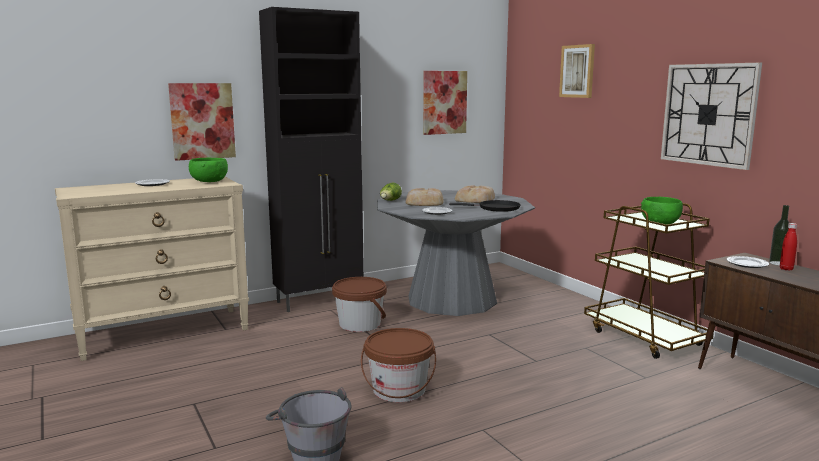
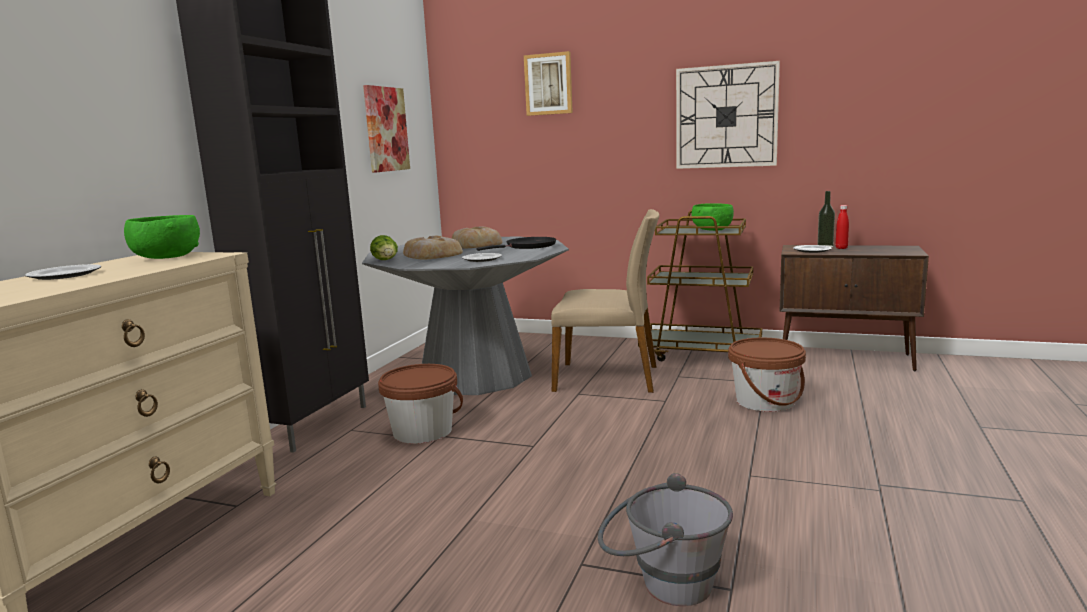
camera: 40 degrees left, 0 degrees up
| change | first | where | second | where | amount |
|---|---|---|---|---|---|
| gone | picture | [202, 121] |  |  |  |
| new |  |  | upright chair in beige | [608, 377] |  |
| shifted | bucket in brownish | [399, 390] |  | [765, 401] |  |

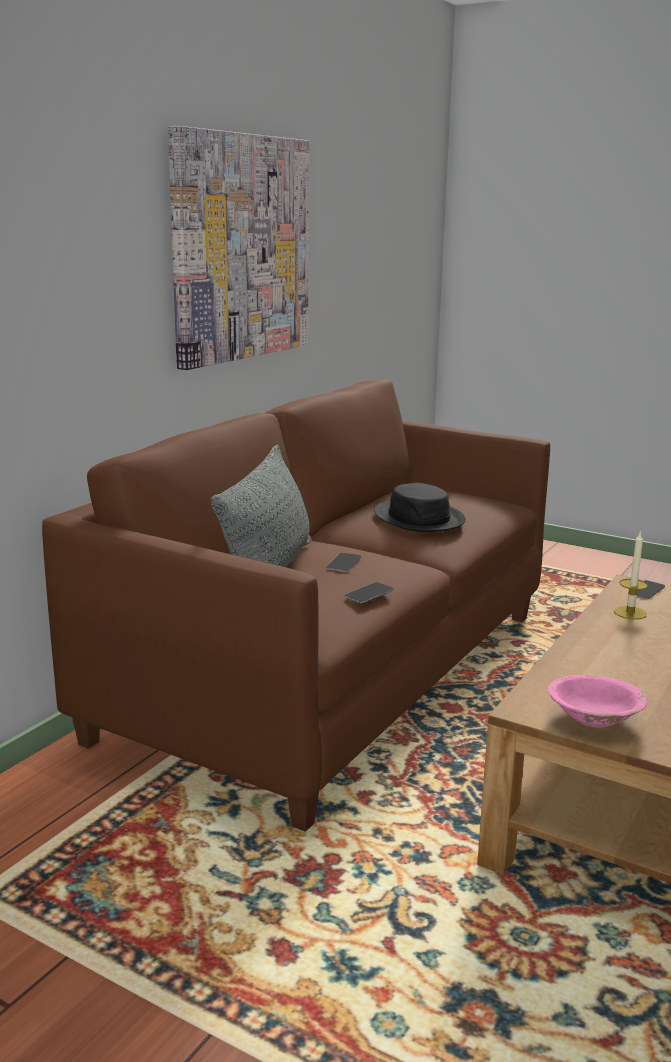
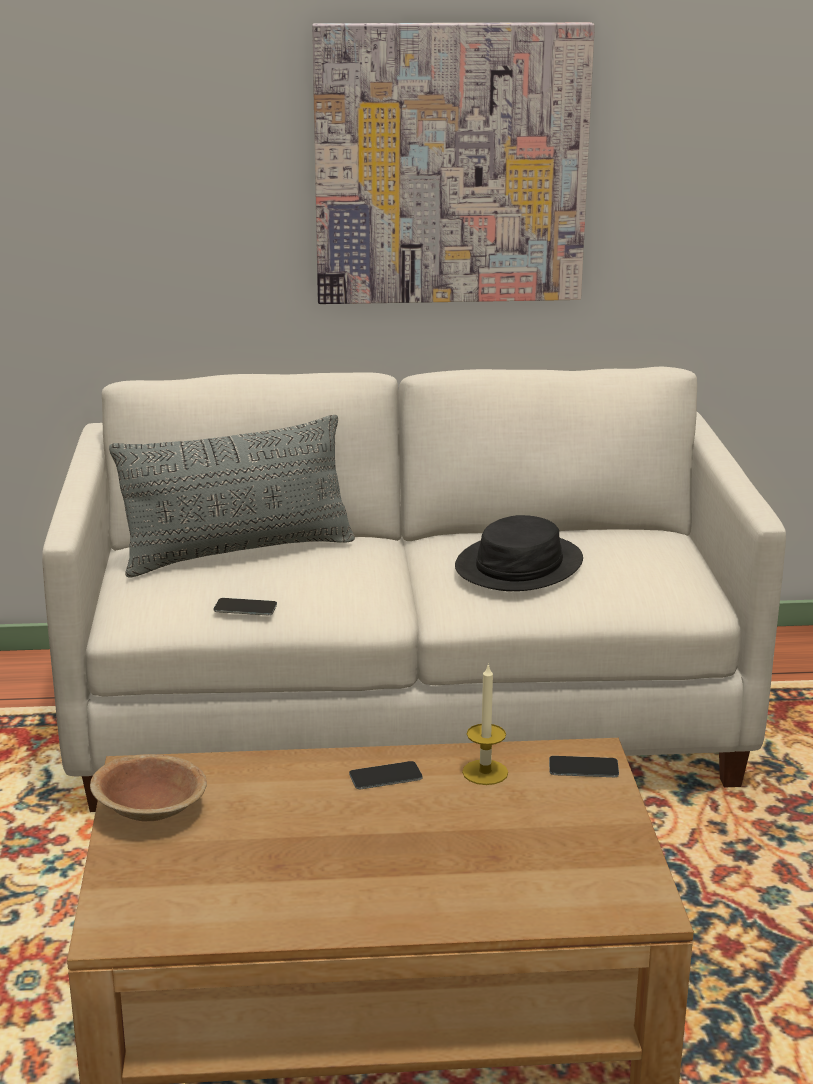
camera: 55 degrees right, 5 degrees up
| change | first | where | second | where | amount |
|---|---|---|---|---|---|
| shifted | phone | [344, 563] |  | [385, 776] |  |
| repainted | couch in brownish | [332, 674] | couch in white | [406, 718] |  |
| repainted | serving bowl in pinkish | [594, 719] | serving bowl in brownish | [151, 811] |  |

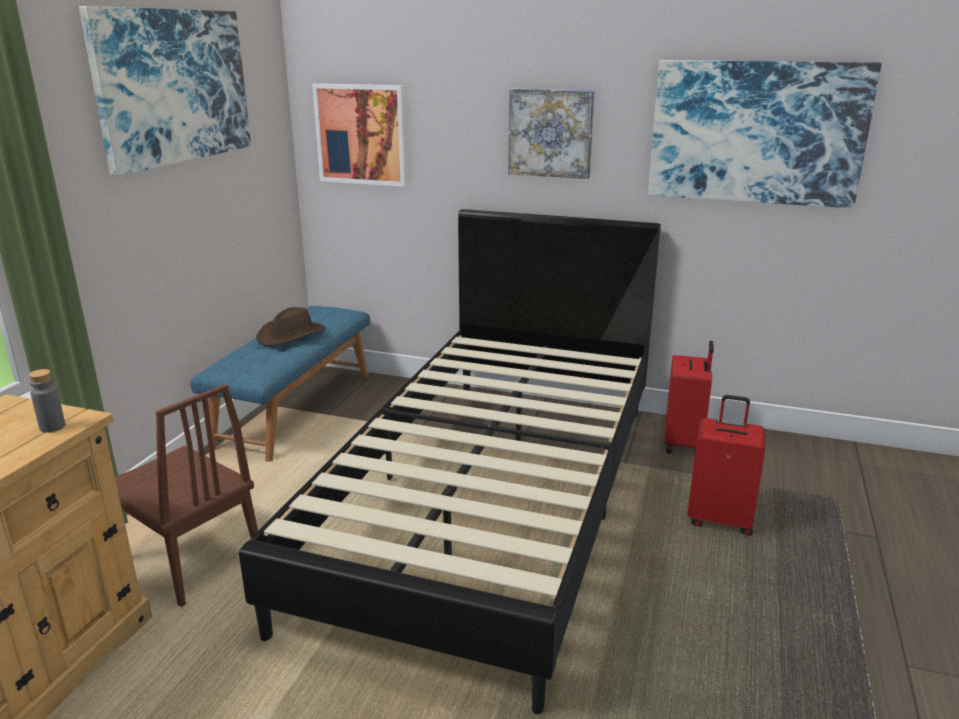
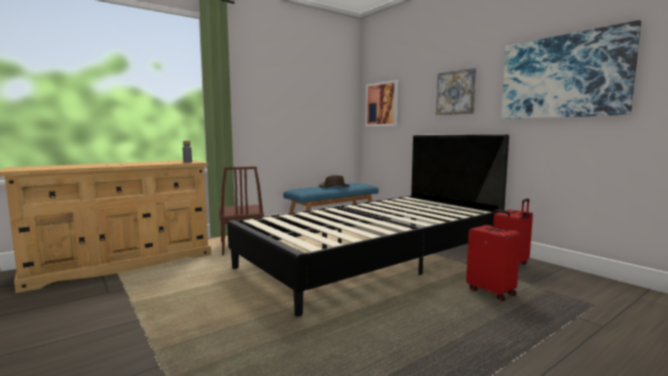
camera: 35 degrees right, 15 degrees down
| change | first | where | second | where | amount |
|---|---|---|---|---|---|
| gone | picture | [173, 86] |  |  |  |

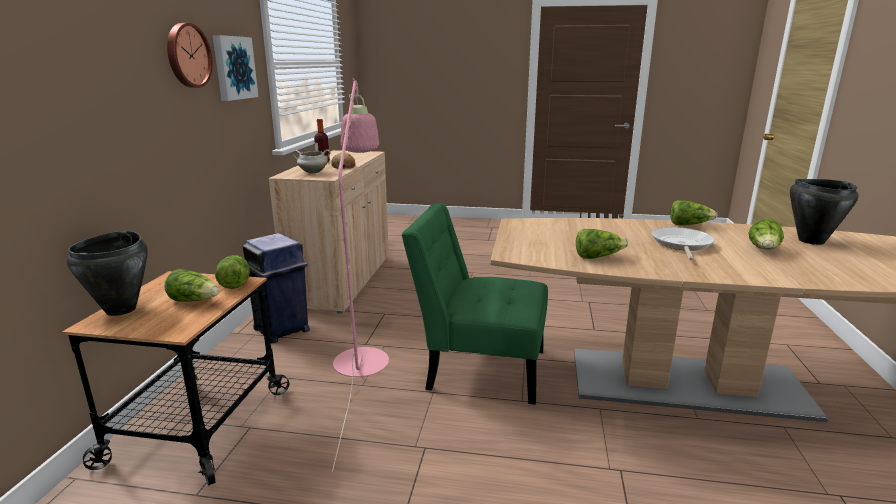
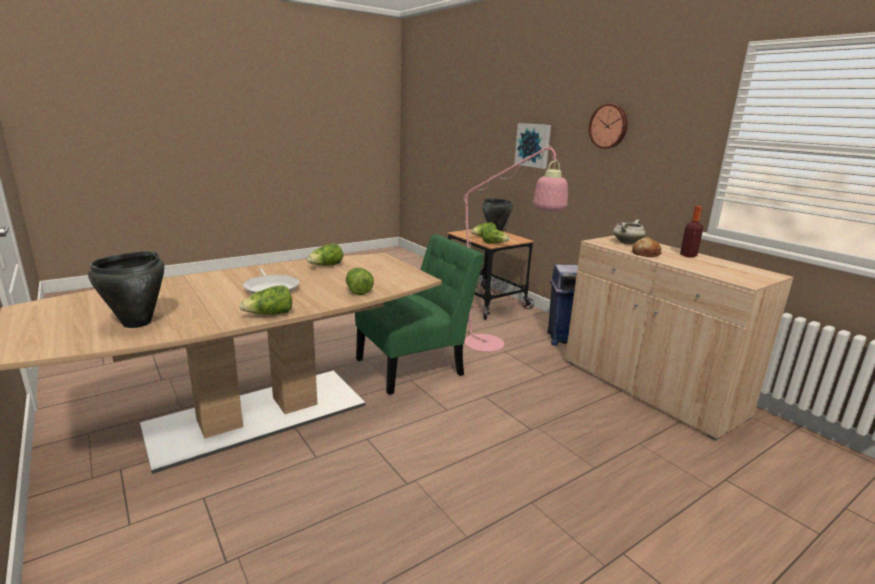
camera: 135 degrees right, 0 degrees up
| change | first | where | second | where | amount |
|---|---|---|---|---|---|
| shifted | picture | [233, 68] |  | [533, 145] |  |
| shifted | head of lettuce | [764, 249] |  | [358, 290] |  |

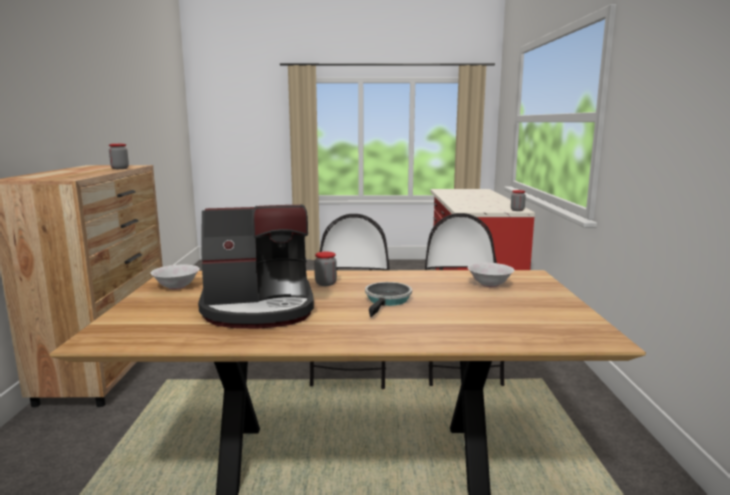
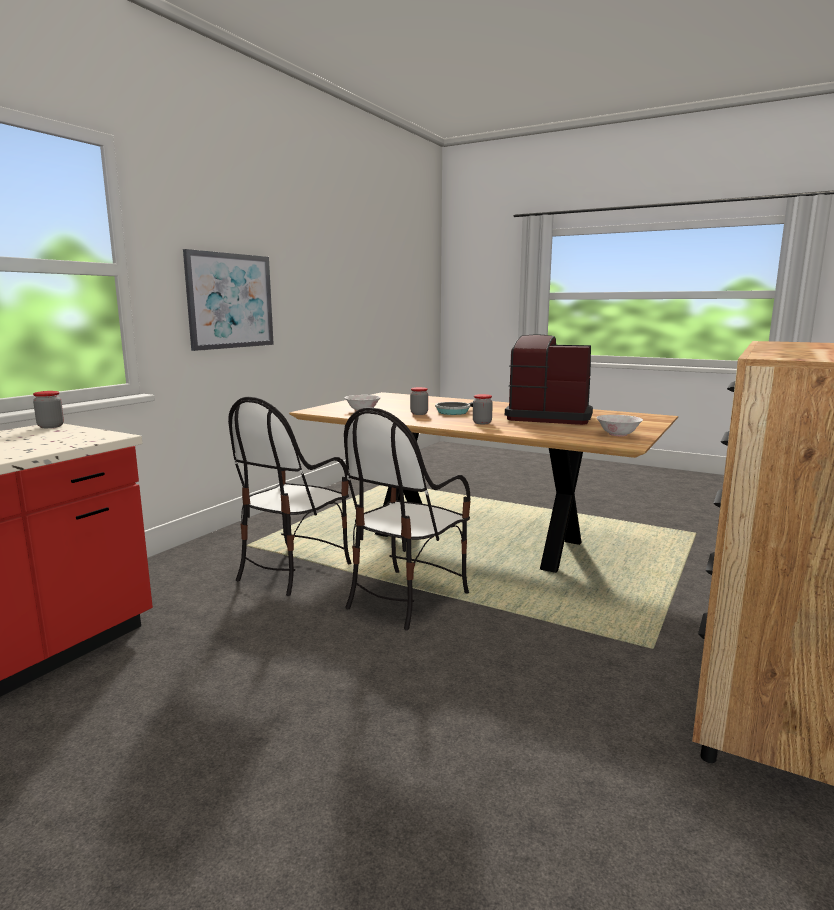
camera: 150 degrees left, 0 degrees up
| change | first | where | second | where | amount |
|---|---|---|---|---|---|
| new |  |  | picture | [230, 301] |  |
| shifted | jar | [120, 168] |  | [419, 413] |  |

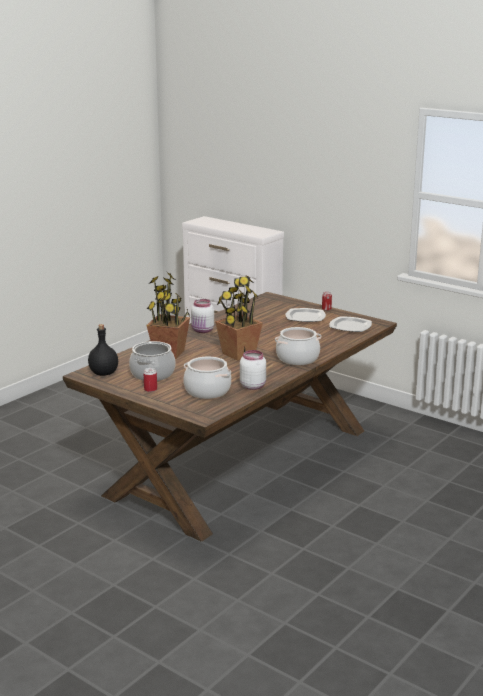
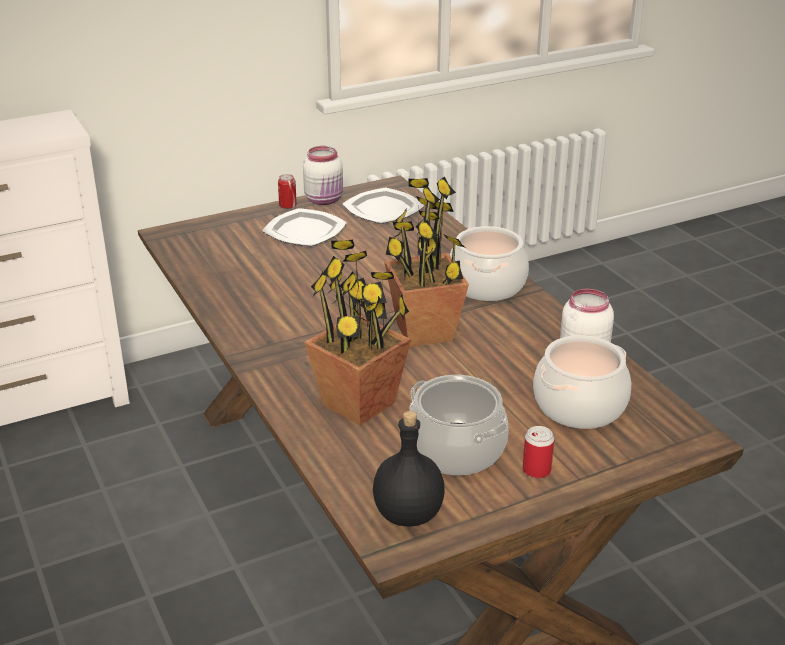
camera: 65 degrees left, 10 degrees up
| change | first | where | second | where | amount |
|---|---|---|---|---|---|
| shifted | jar in white | [202, 331] |  | [325, 200] |  |

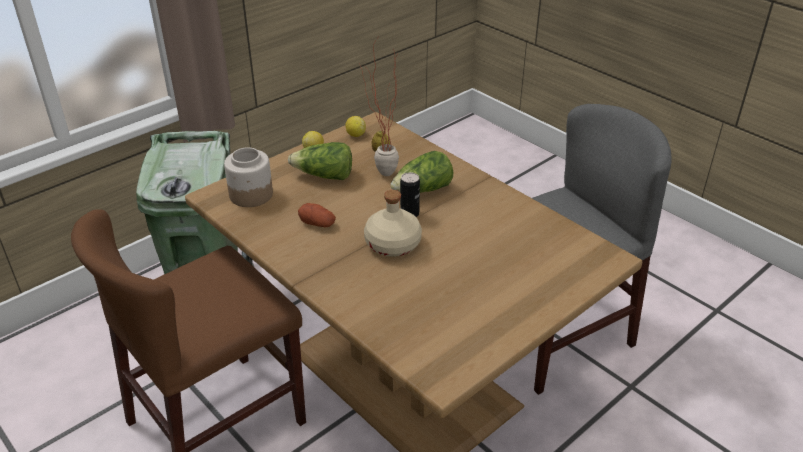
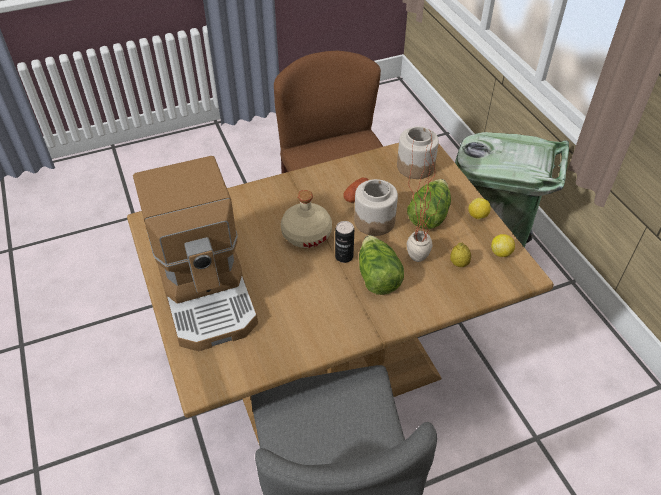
camera: 110 degrees right, 10 degrees up
| change | first | where | second | where | amount |
|---|---|---|---|---|---|
| new |  |  | coffee maker | [207, 290] |  |
| new |  |  | jar | [374, 221] |  |

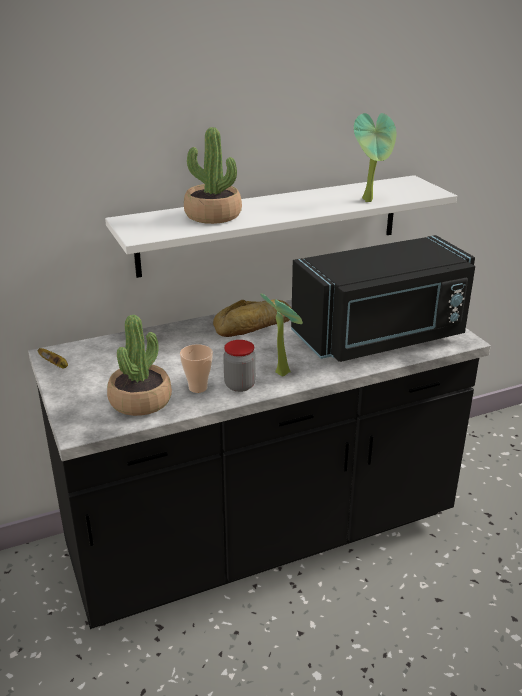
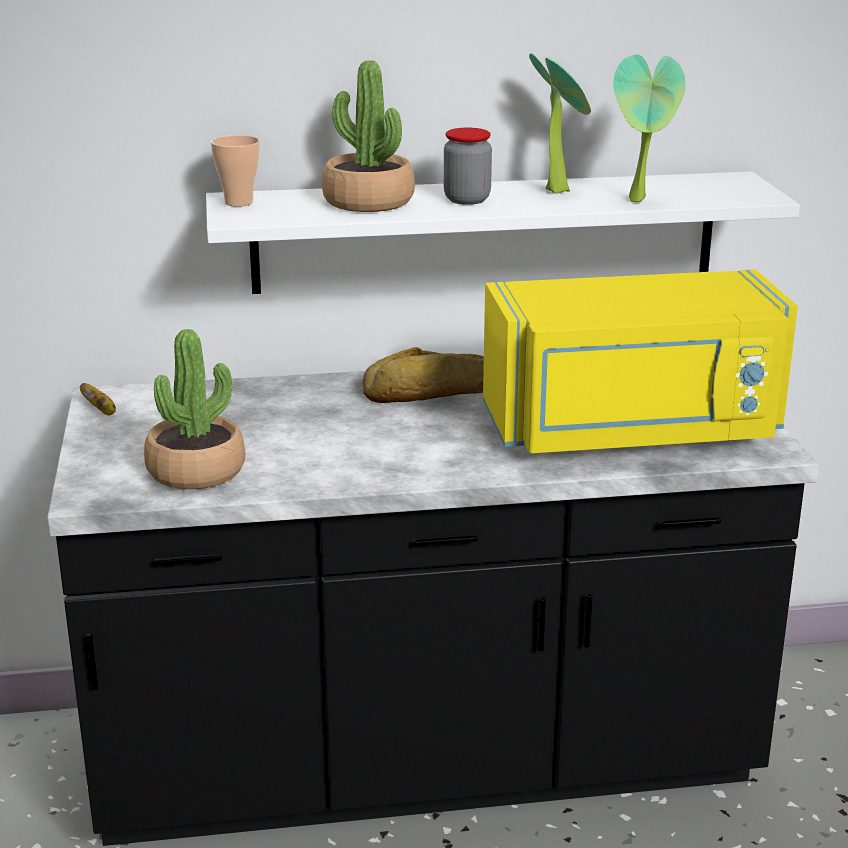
camera: 15 degrees right, 5 degrees down
| change | first | where | second | where | amount |
|---|---|---|---|---|---|
| shifted | drinking cup | [198, 388] |  | [239, 202] |  |
| shifted | jar | [239, 385] |  | [467, 199] |  |
| shifted | houseplant | [282, 371] |  | [558, 190] |  |
| repainted | kitchen microwave in black | [382, 337] | kitchen microwave in yellow-coloured | [633, 431] |  |

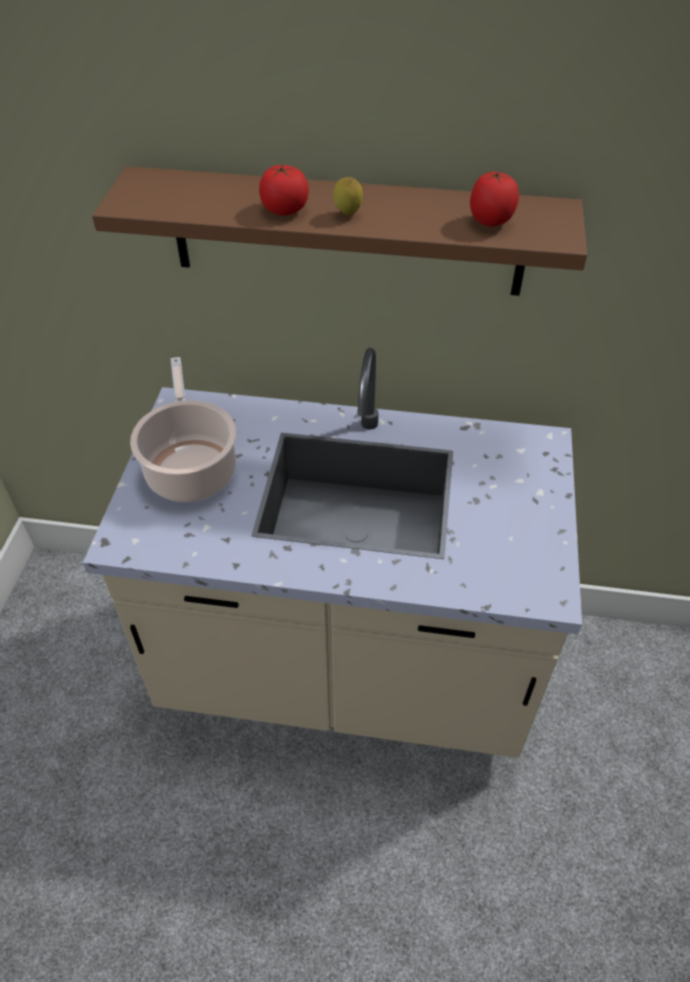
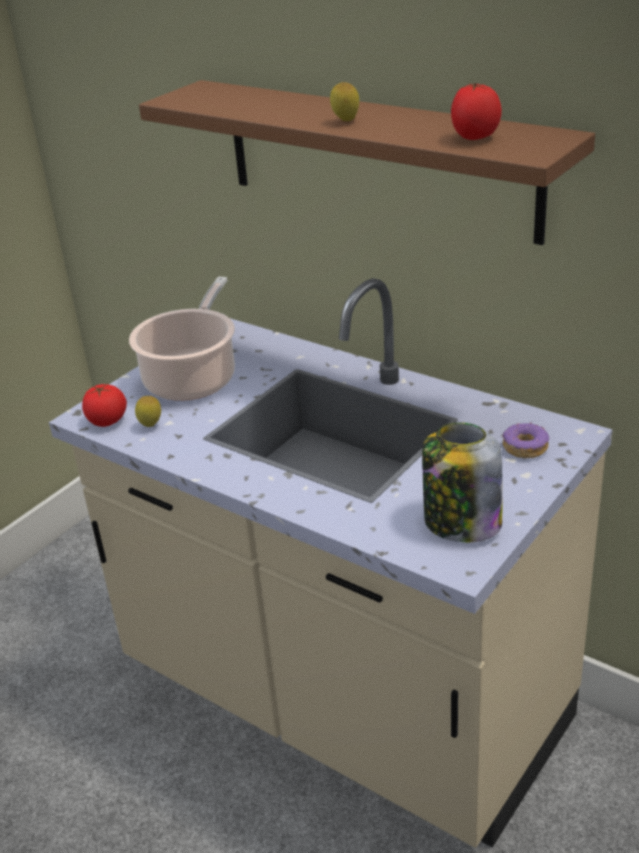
camera: 30 degrees right, 15 degrees down
| change | first | where | second | where | amount |
|---|---|---|---|---|---|
| new |  |  | lemon | [151, 426] |  |
| new |  |  | jar | [460, 523] |  |
| new |  |  | donut | [524, 447] |  |
| shifted | whole tomato | [285, 209] |  | [107, 421] |  |

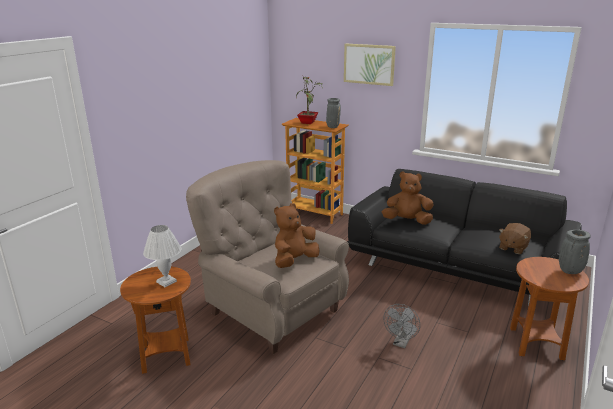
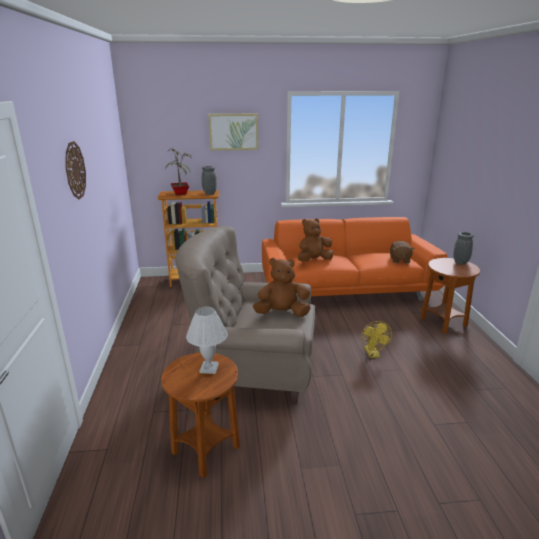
camera: 35 degrees left, 0 degrees up
| change | first | where | second | where | amount |
|---|---|---|---|---|---|
| new |  |  | wall clock | [75, 170] |  |
| repainted | couch in black | [457, 268] | couch in orangey | [346, 290] |  |
| repainted | fan in grey | [401, 343] | fan in yellow-coloured | [373, 354] |  |
| rotated | plush toy in brownish | [294, 261] |  | [282, 313] | 75 degrees clockwise |

